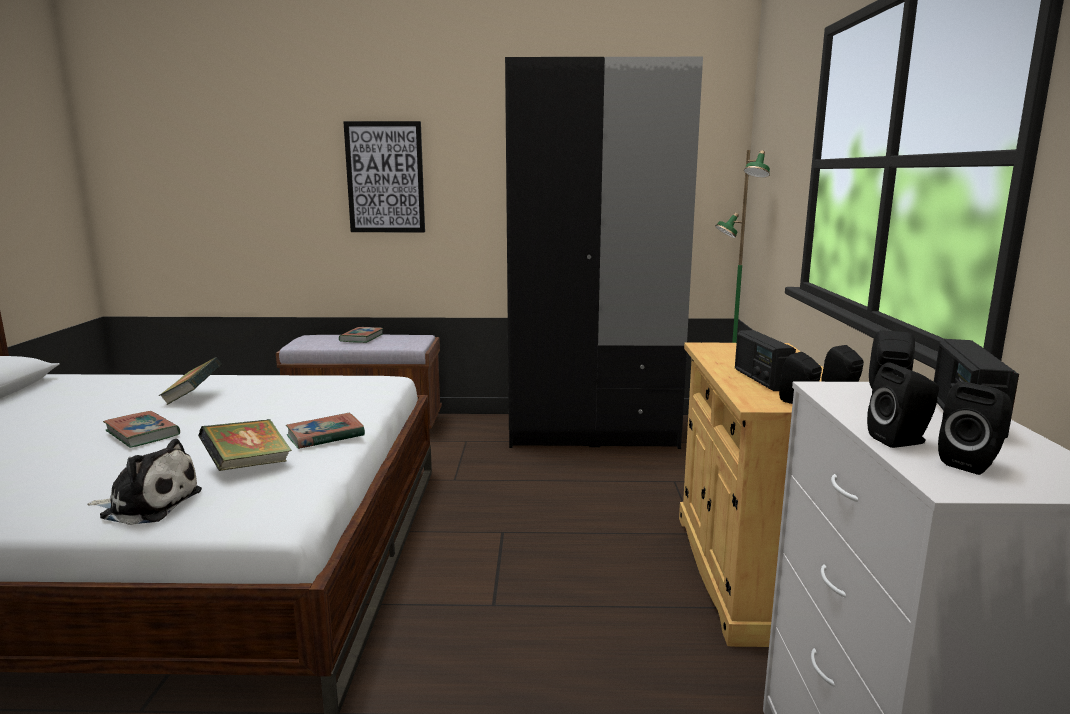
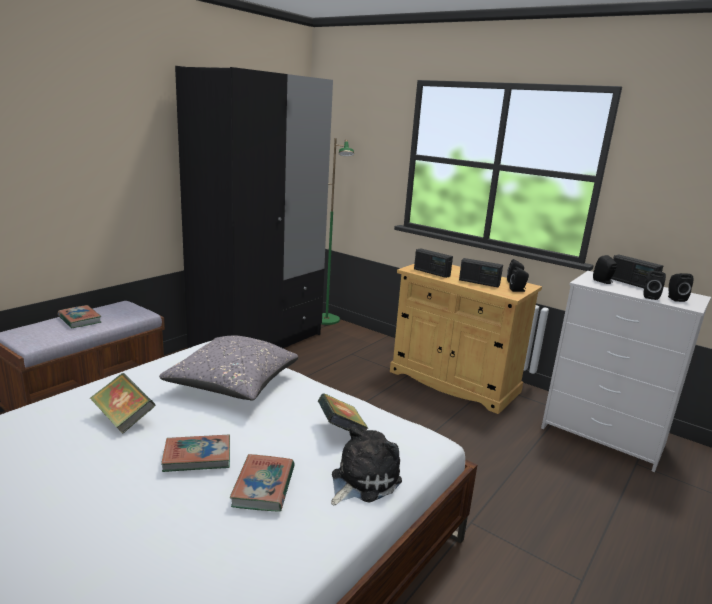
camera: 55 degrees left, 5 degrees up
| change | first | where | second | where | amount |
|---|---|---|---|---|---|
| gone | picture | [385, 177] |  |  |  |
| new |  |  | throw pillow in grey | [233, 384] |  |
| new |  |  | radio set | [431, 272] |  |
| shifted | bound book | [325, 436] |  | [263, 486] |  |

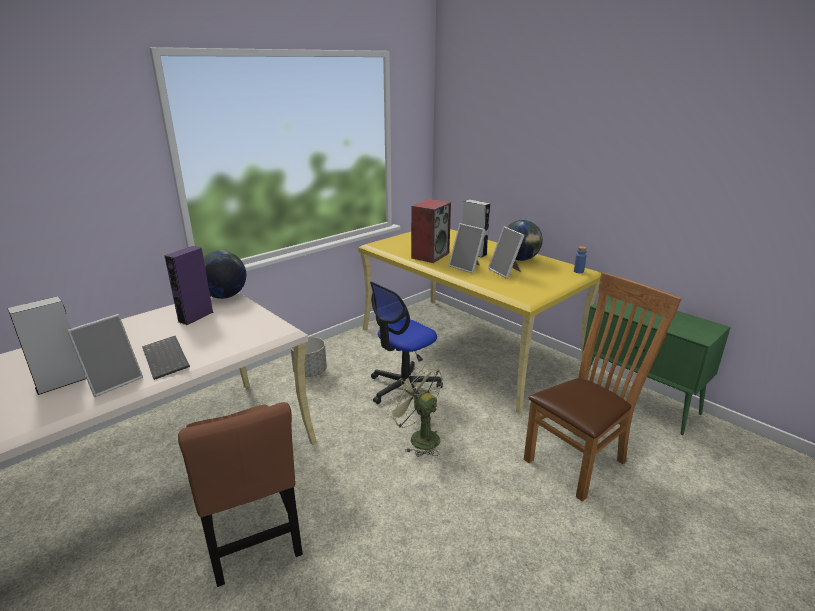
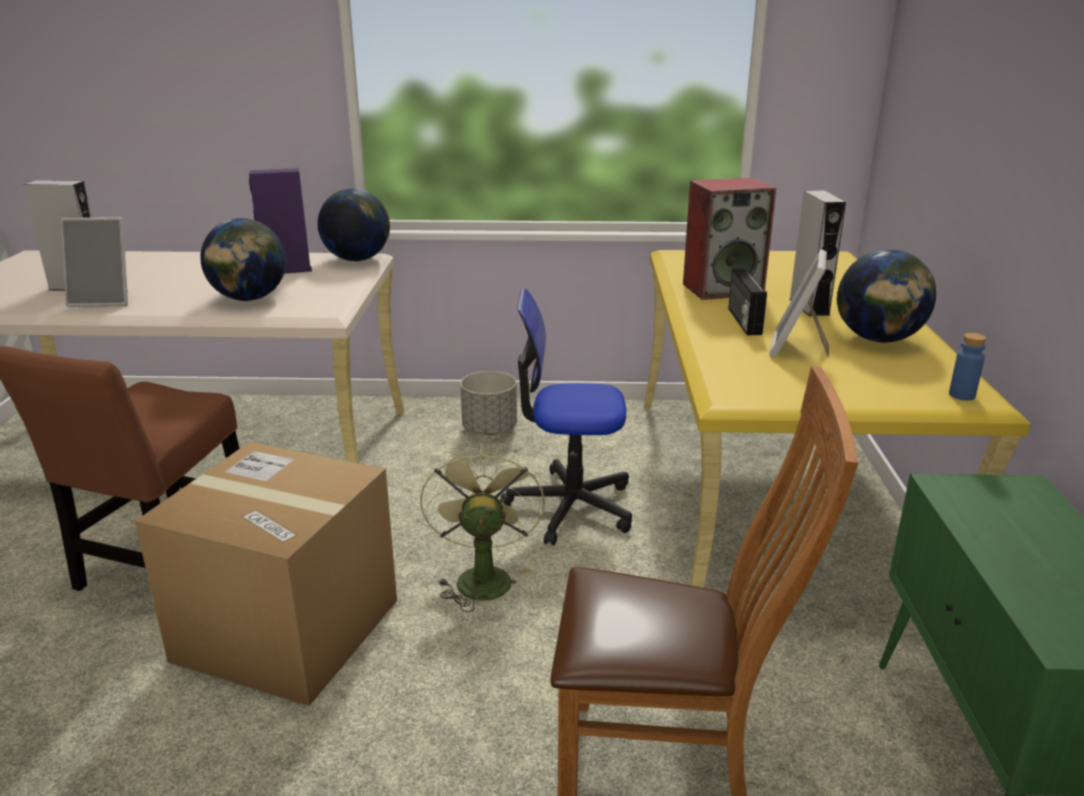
camera: 45 degrees right, 0 degrees up
| change | first | where | second | where | amount |
|---|---|---|---|---|---|
| gone | PC keyboard | [167, 358] |  |  |  |
| new |  |  | cardboard box | [287, 630] |  |
| new |  |  | world globe | [249, 299] |  |
| swapped | standing frame | [467, 267] | radio set | [742, 321] |  |

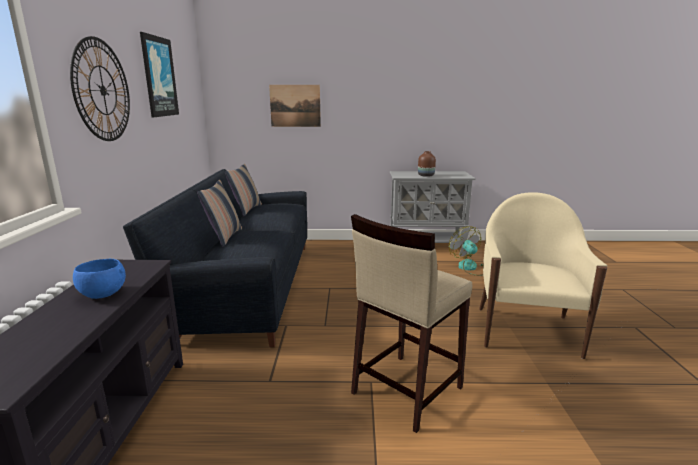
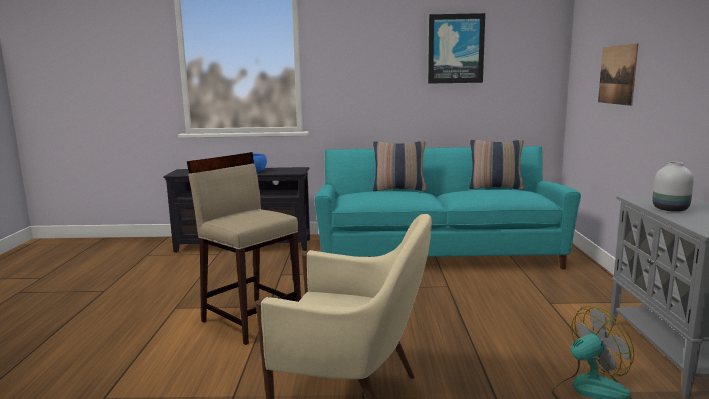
camera: 90 degrees right, 5 degrees down
| change | first | where | second | where | amount |
|---|---|---|---|---|---|
| gone | wall clock | [102, 90] |  |  |  |
| repainted | couch in black | [246, 286] | couch in turquoise-coloured | [437, 253] |  |
| repainted | vase in brownish | [425, 175] | vase in white | [669, 209] |  |

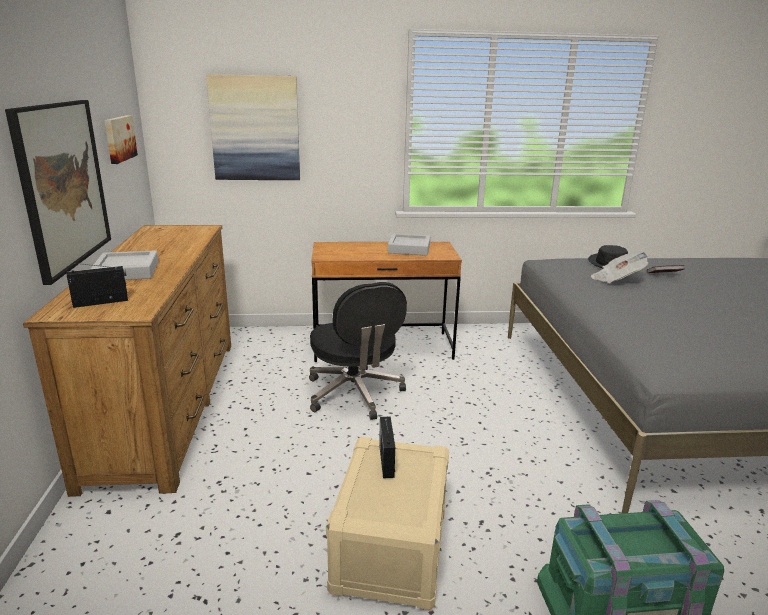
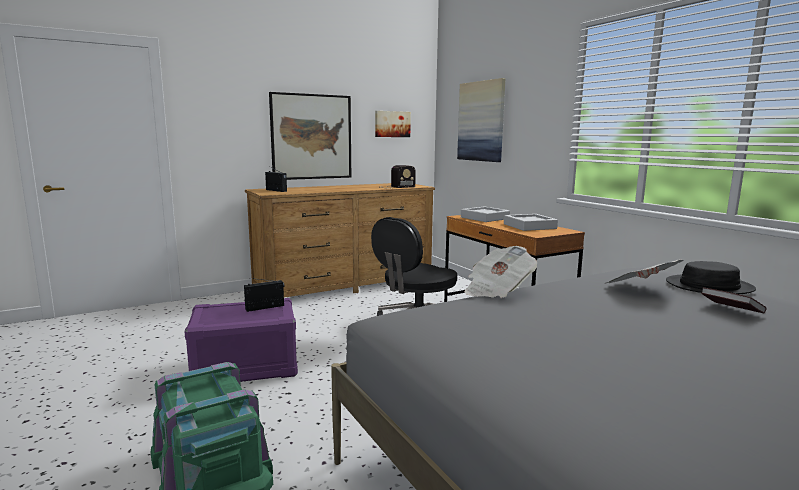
camera: 65 degrees right, 10 degrees down
| change | first | where | second | where | amount |
|---|---|---|---|---|---|
| new |  |  | radio set | [395, 187] |  |
| new |  |  | daily paper | [497, 290] |  |
| shifted | serving tray in grey | [127, 271] |  | [485, 218] |  |
| repainted | storage box in beige | [392, 548] | storage box in purple-coloured | [245, 367] |  |

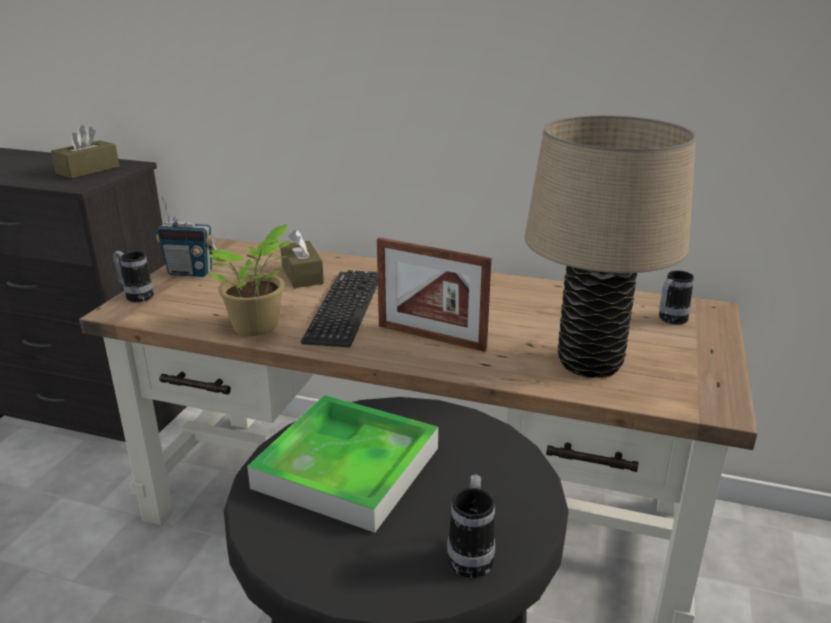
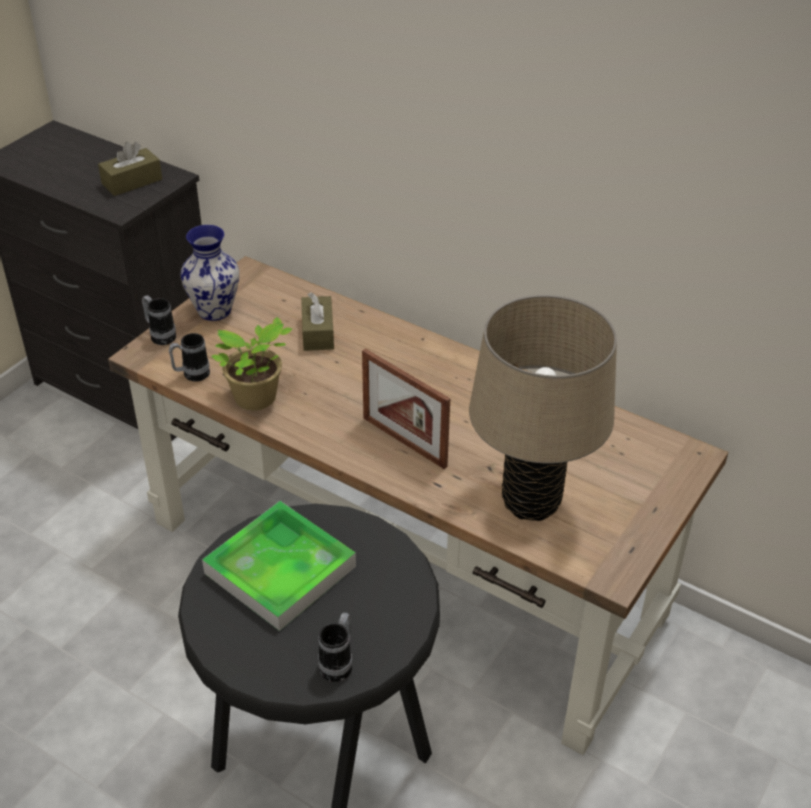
camera: 15 degrees right, 15 degrees up
| change | first | where | second | where | amount |
|---|---|---|---|---|---|
| gone | PC keyboard | [344, 308] |  |  |  |
| shifted | coffee mug | [669, 320] |  | [191, 375] |  |
| swapped | radio set | [191, 272] | vase | [215, 310] |  |

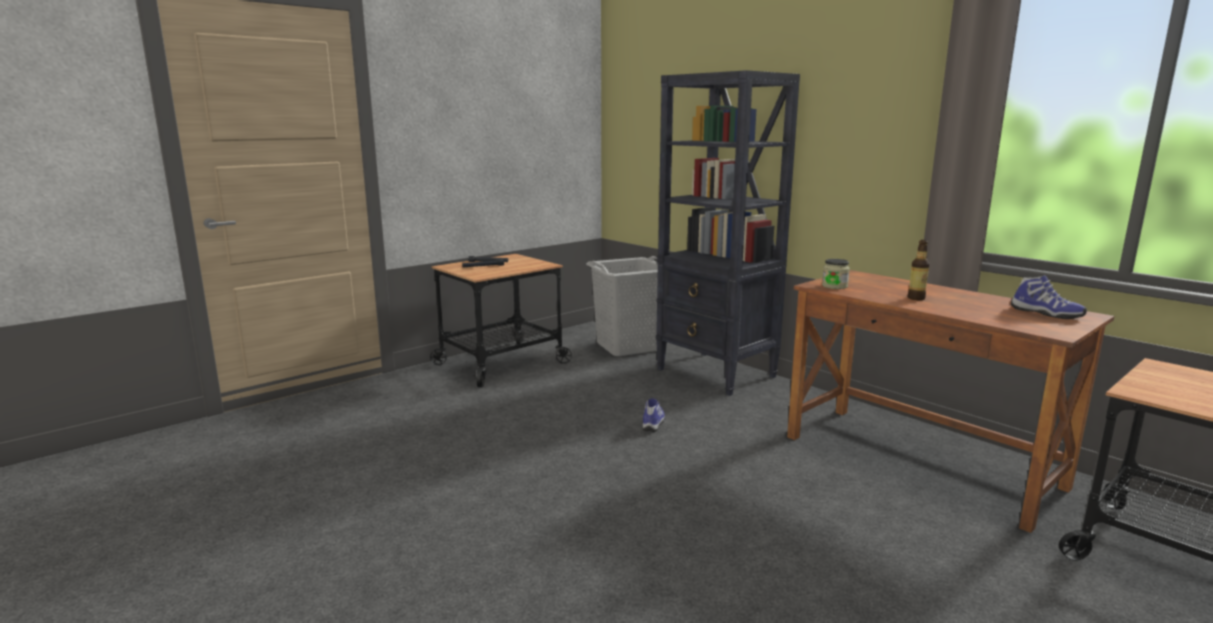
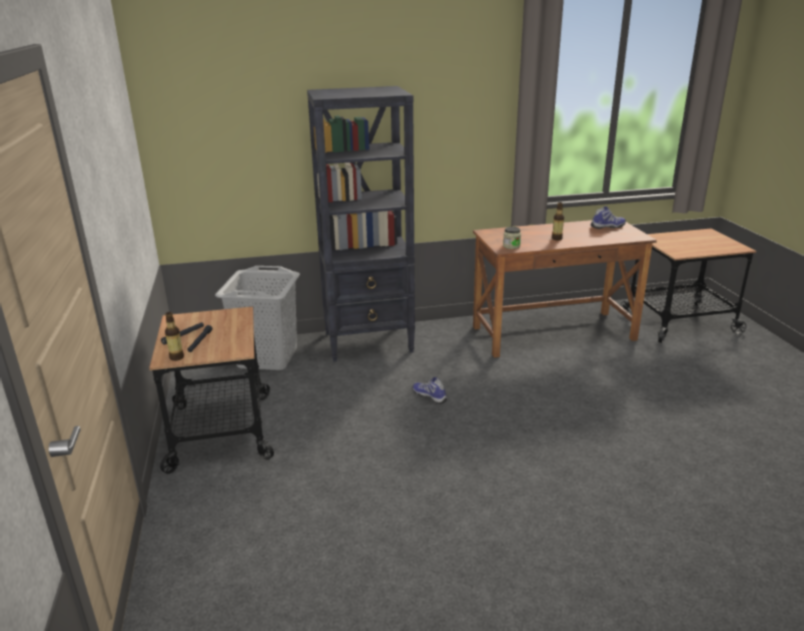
camera: 60 degrees left, 10 degrees up
| change | first | where | second | where | amount |
|---|---|---|---|---|---|
| new |  |  | bottle | [176, 357] |  |

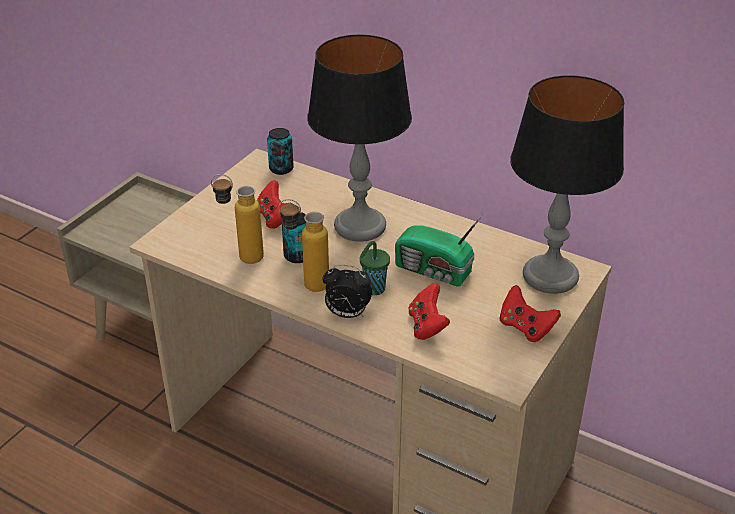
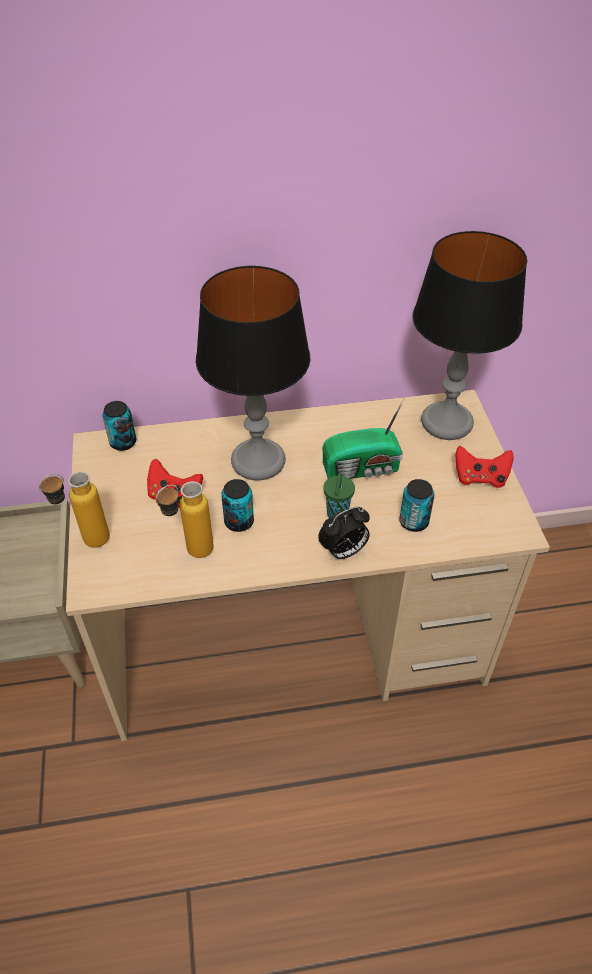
camera: 40 degrees left, 10 degrees up
| change | first | where | second | where | amount |
|---|---|---|---|---|---|
| shifted | bottle | [306, 284] |  | [86, 543] |  |
| swapped | gamepad in reddish | [427, 326] | sealed can | [413, 522] |  |

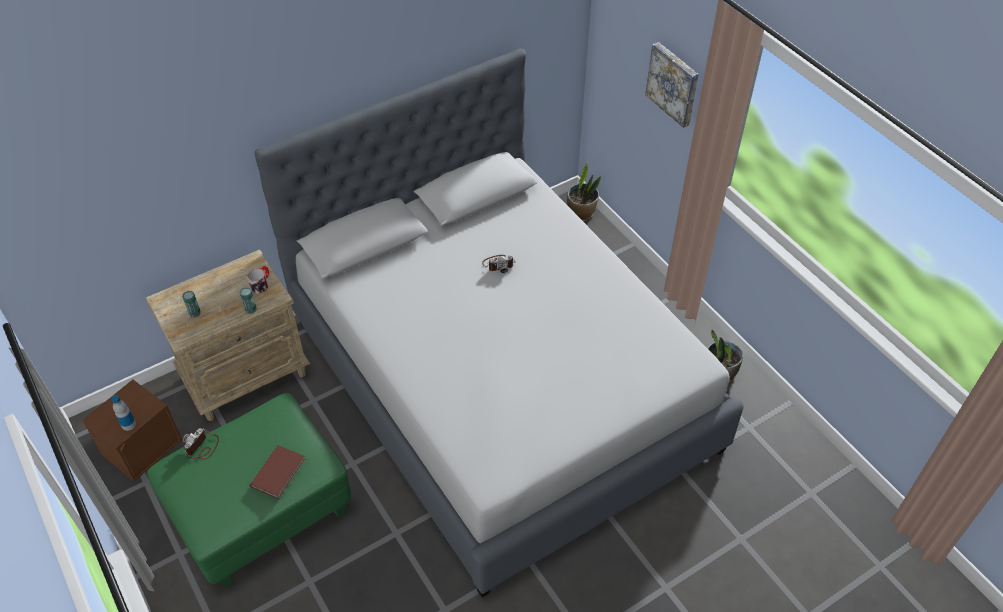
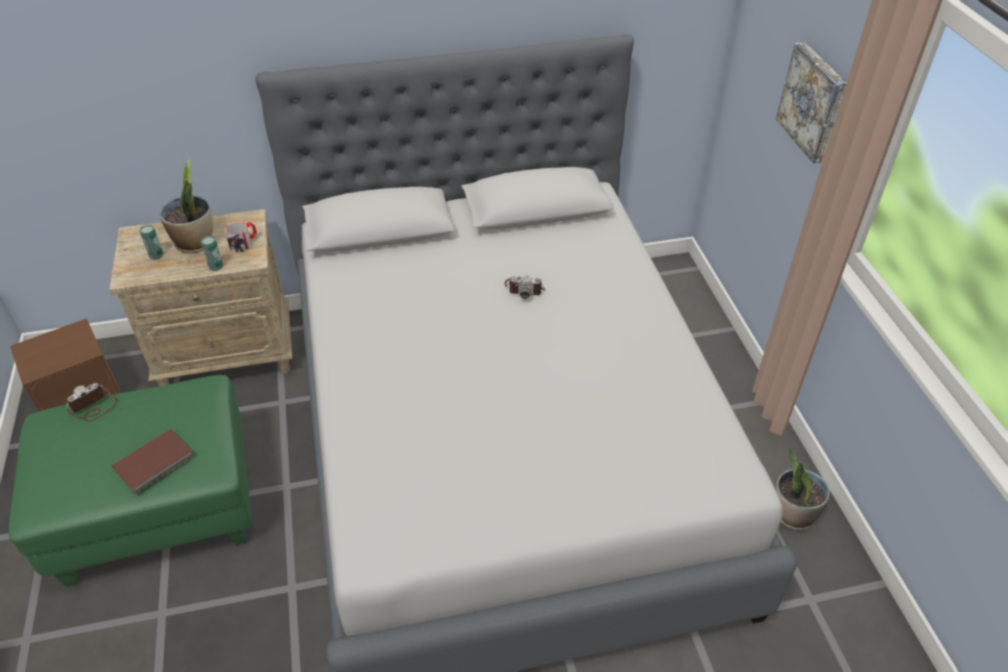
camera: 20 degrees right, 5 degrees down
| change | first | where | second | where | amount |
|---|---|---|---|---|---|
| gone | bottle | [128, 424] |  |  |  |
| shifted | houseplant | [581, 213] |  | [195, 243] |  |

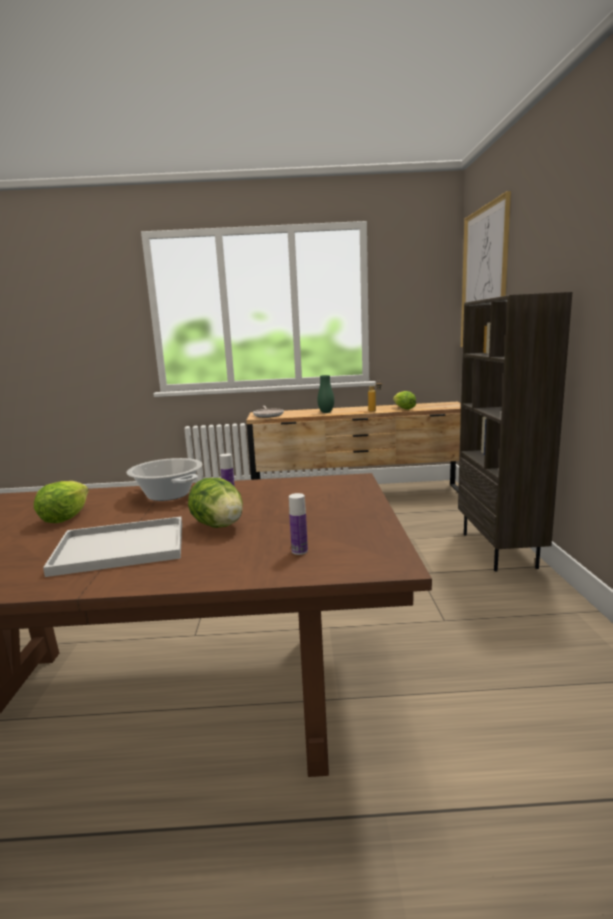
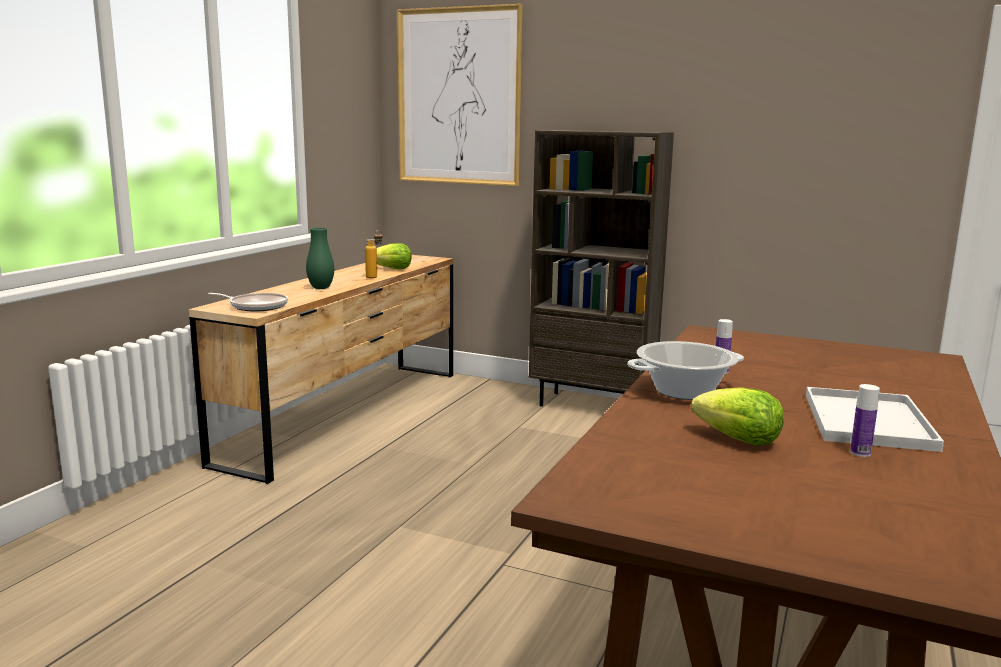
camera: 65 degrees left, 0 degrees up
| change | first | where | second | where | amount |
|---|---|---|---|---|---|
| gone | head of lettuce | [219, 525] |  |  |  |
| shifted | bottle | [299, 551] |  | [860, 453] |  |

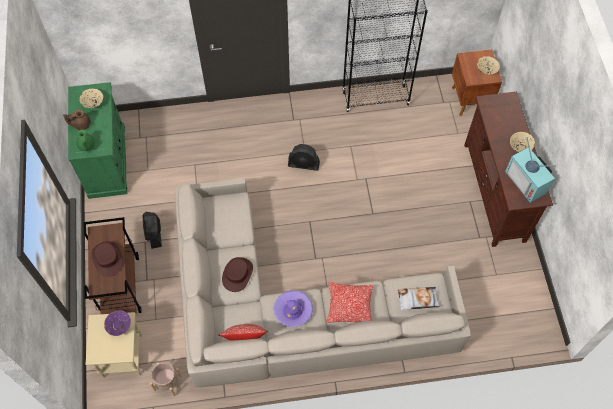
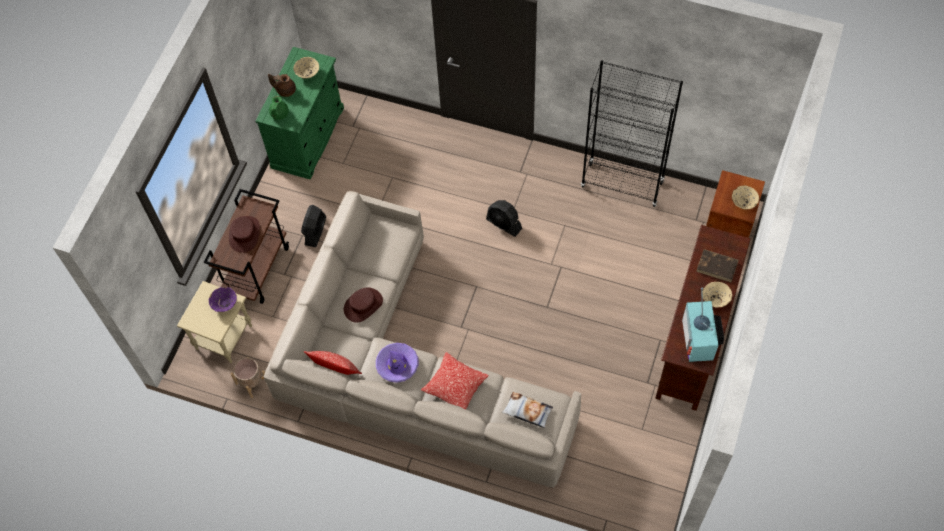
camera: 30 degrees right, 0 degrees up
| change | first | where | second | where | amount |
|---|---|---|---|---|---|
| new |  |  | bound book in brownish | [717, 266] |  |

